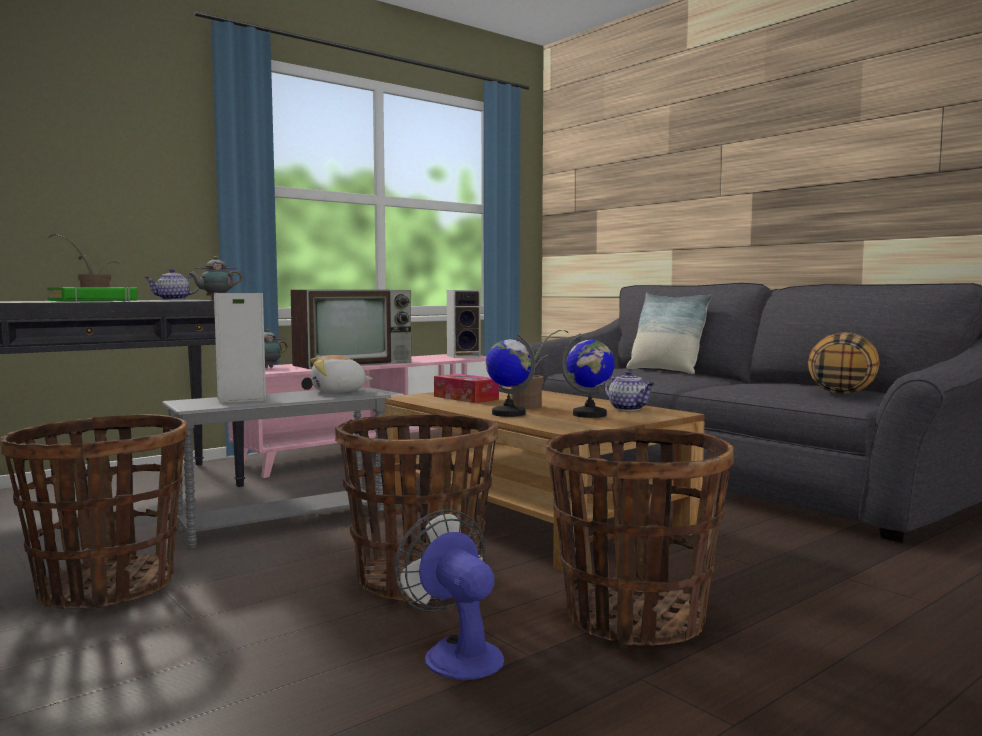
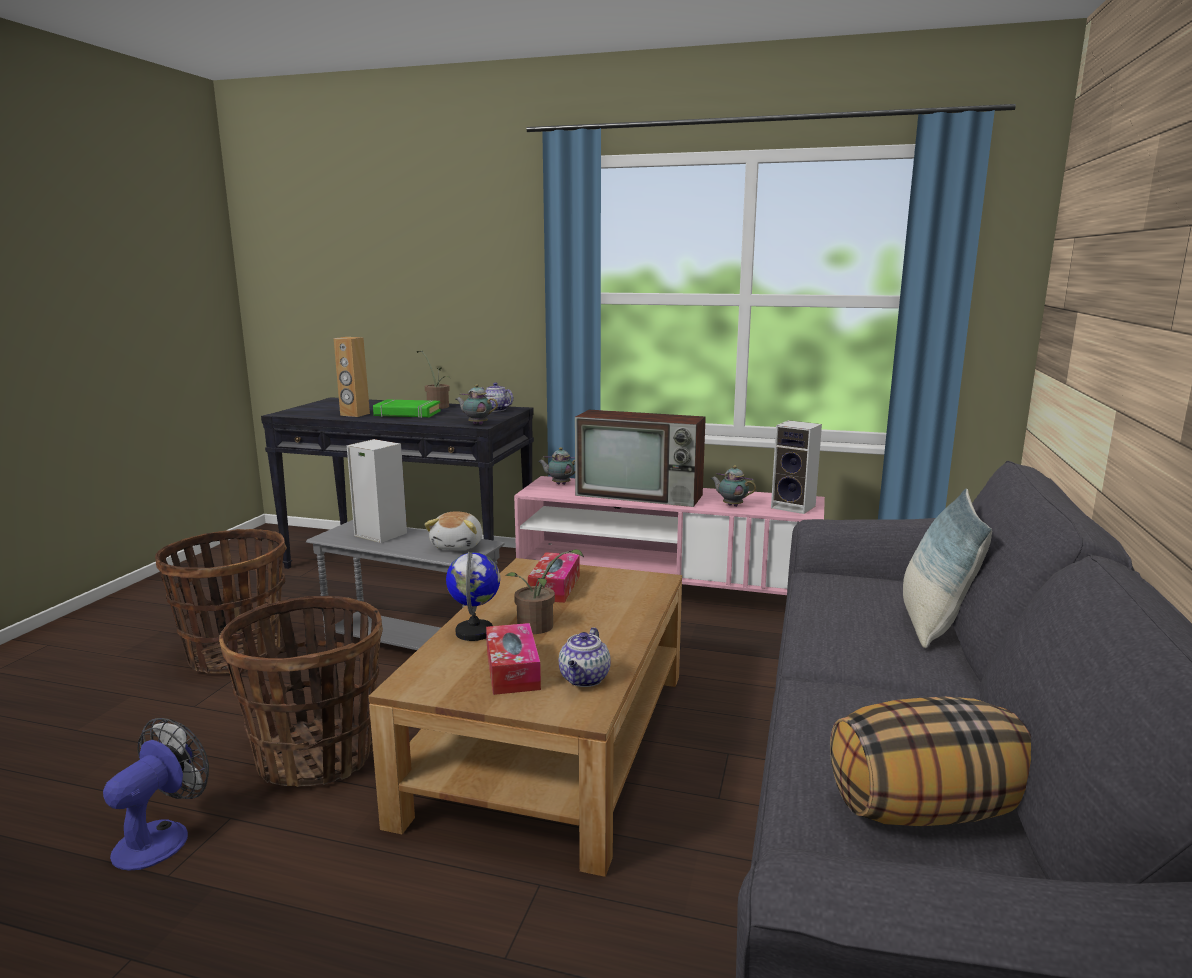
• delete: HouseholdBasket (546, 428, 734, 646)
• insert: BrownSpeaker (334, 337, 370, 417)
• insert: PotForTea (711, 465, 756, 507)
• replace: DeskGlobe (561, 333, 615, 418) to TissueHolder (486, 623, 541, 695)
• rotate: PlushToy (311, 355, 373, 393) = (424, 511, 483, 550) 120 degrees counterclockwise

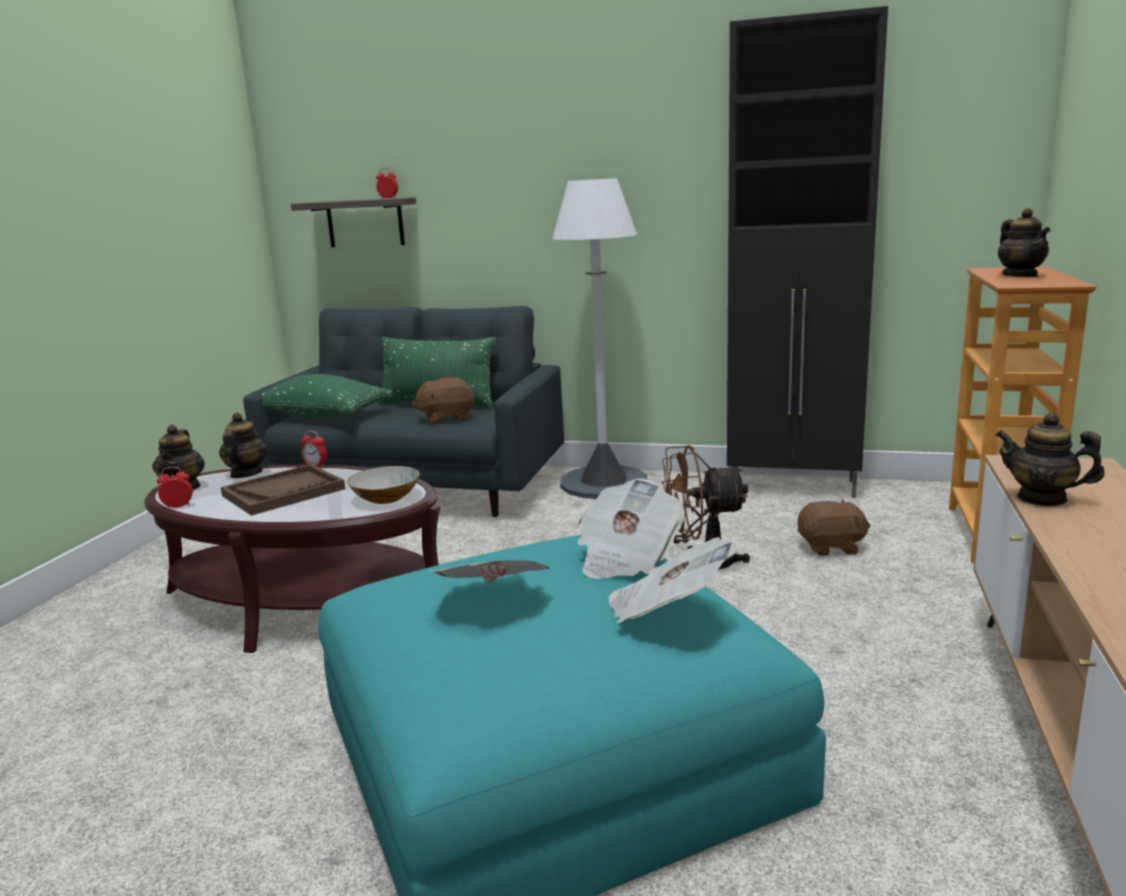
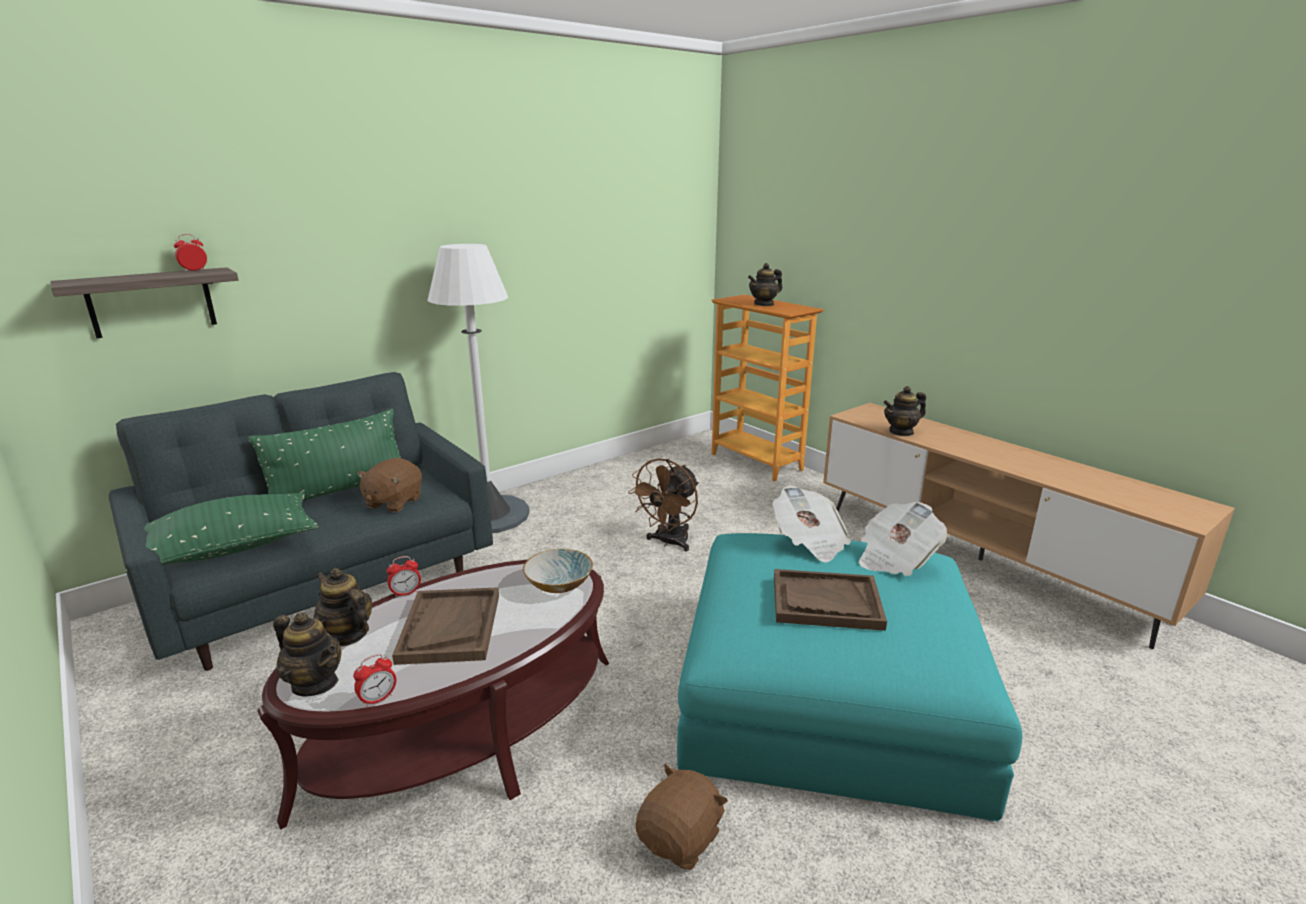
• delete: BlackColouredCupboard (727, 6, 888, 498)
• move: BrownPlushToy (797, 499, 871, 556) to (636, 764, 728, 870)
• replace: PrintedPaper (431, 560, 550, 582) to BrownTray (774, 569, 887, 631)
• rotate: TableClock (157, 467, 193, 509) = (353, 654, 396, 707) 150 degrees counterclockwise
• rotate: PotForTea (998, 208, 1051, 277) = (748, 263, 782, 306) 120 degrees clockwise

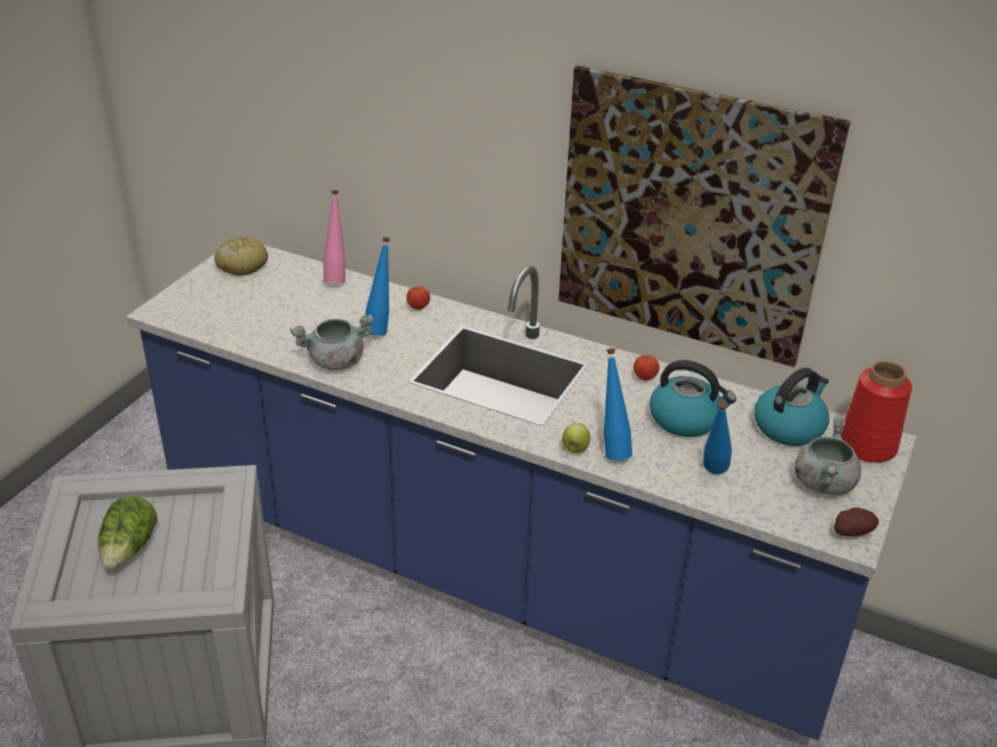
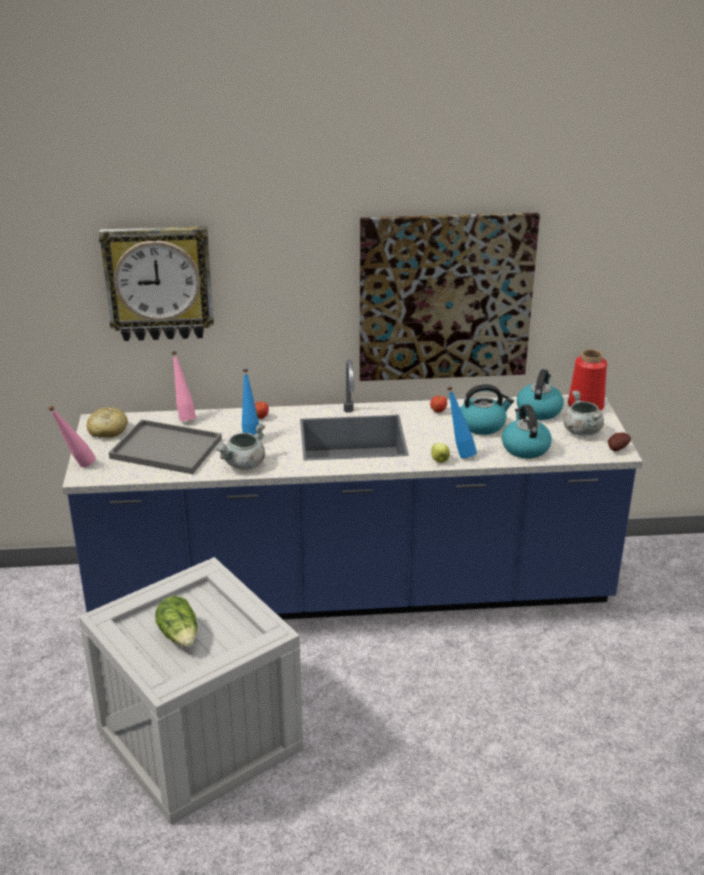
• insert: PinkishBottle (48, 406, 96, 467)
• insert: HangingClock (99, 226, 214, 341)
• insert: GreyTray (109, 419, 222, 474)
• replace: BluishBottle (703, 401, 732, 474) to WaterKettle (502, 404, 552, 459)

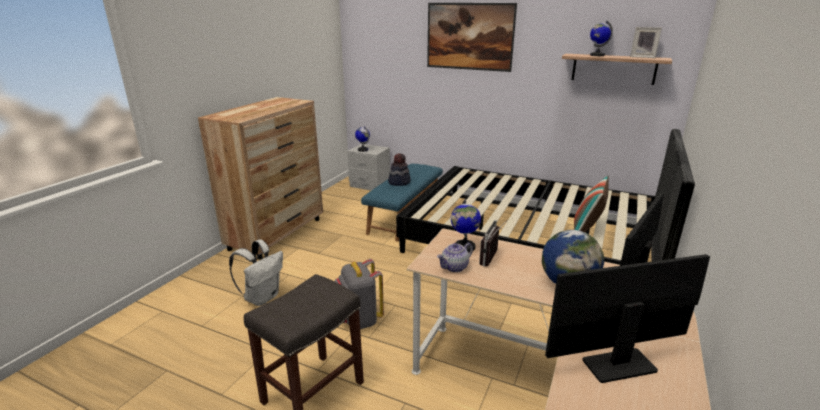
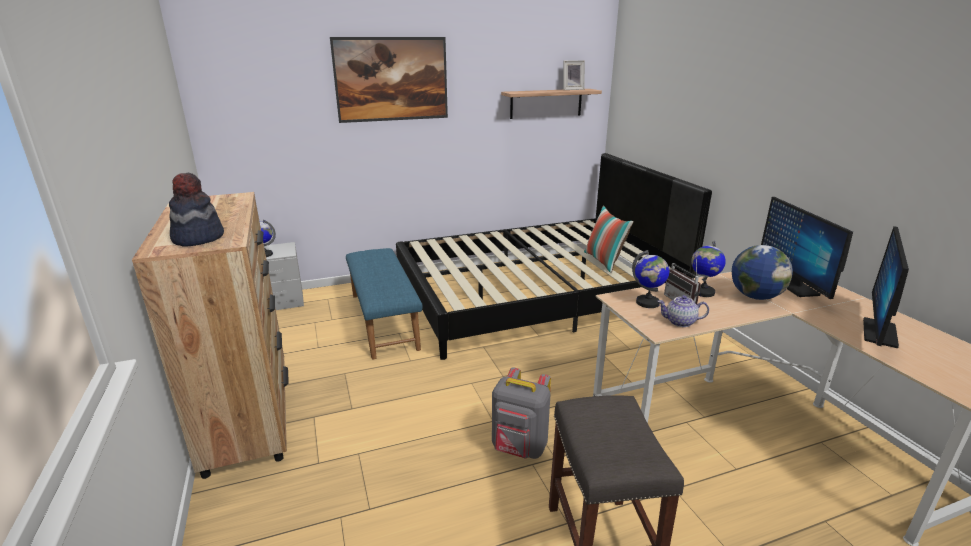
• delete: WhitishBackpack (229, 239, 283, 306)
• move: ClothingHat (388, 154, 411, 186) to (169, 173, 224, 247)
• move: DeskGlobe (590, 21, 613, 56) to (691, 241, 726, 297)
• rotate: PotForTea (437, 243, 473, 272) = (657, 295, 709, 327) 90 degrees clockwise

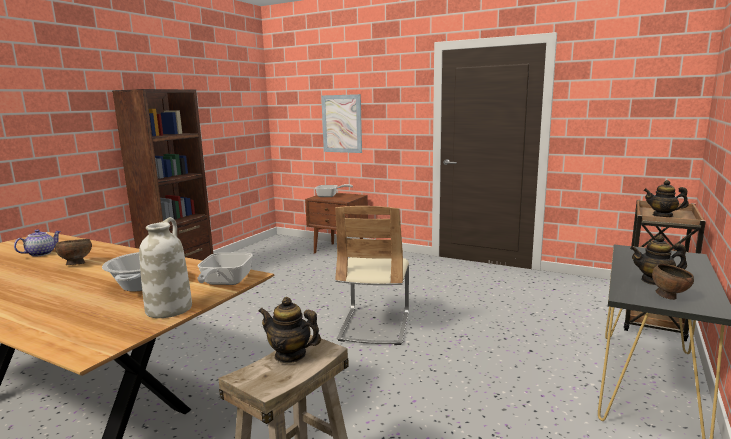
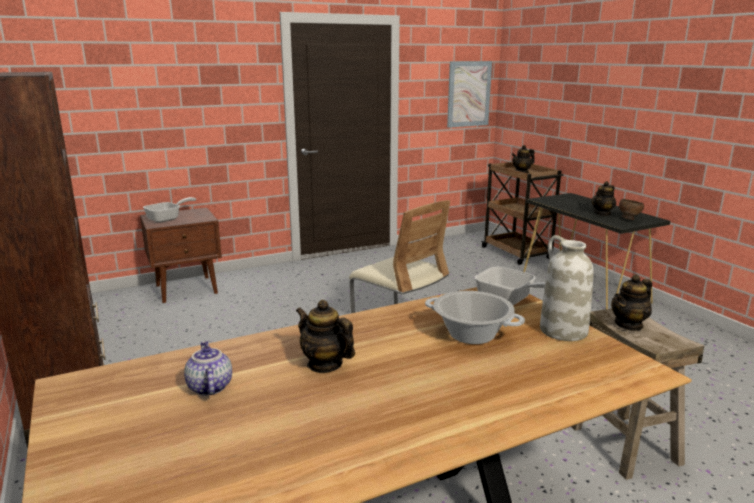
• move: Picture (321, 94, 362, 153) to (447, 61, 492, 128)
• replace: BrownBowl (55, 239, 92, 265) to PotForTea (296, 300, 355, 373)

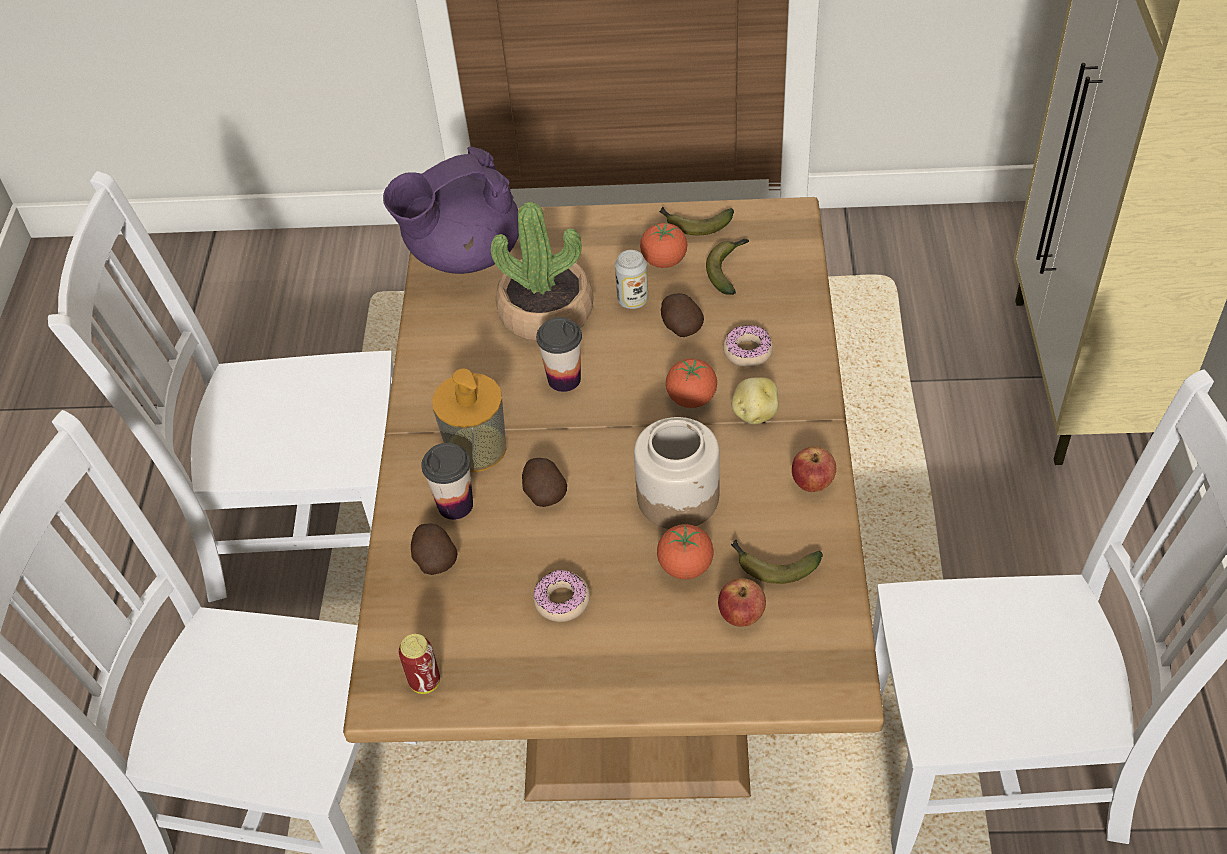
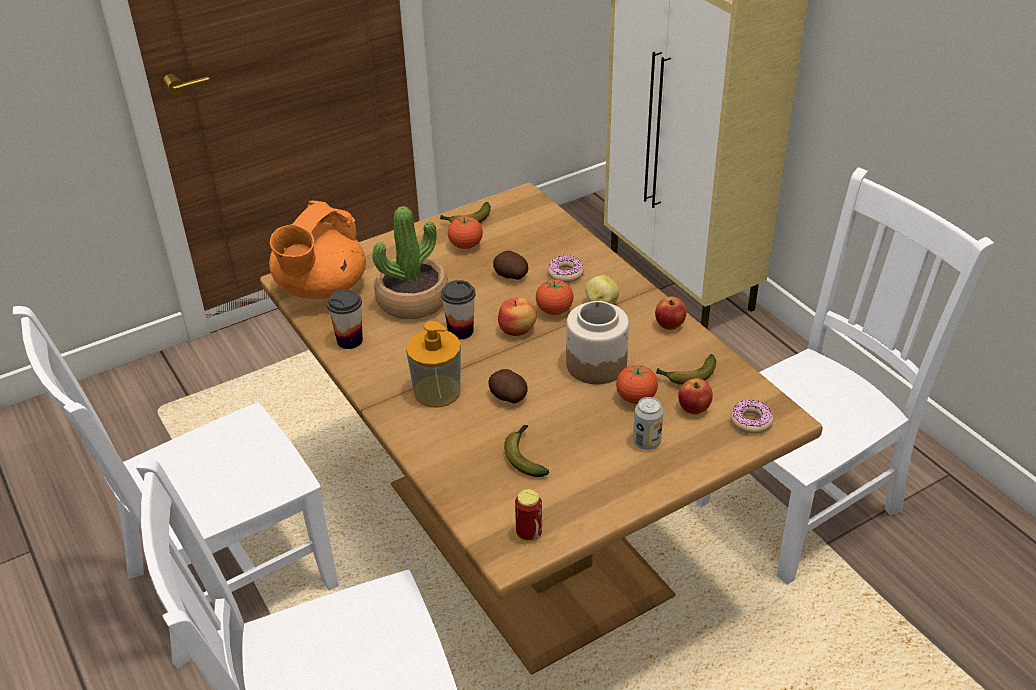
• delete: Spud (411, 523, 457, 575)
• insert: WholeApple (498, 297, 537, 336)
• move: SmallCup (421, 443, 473, 520) to (327, 289, 363, 349)
• move: Doughnut (533, 570, 590, 622) to (730, 400, 774, 434)
• move: MetalCan (615, 250, 648, 309) to (633, 397, 664, 450)
• move: BananaFruit (706, 239, 749, 295) to (504, 425, 549, 477)
• recolor: PurpleColouredPotForTea (383, 147, 519, 274) to OrangeColouredPotForTea (269, 200, 366, 299)

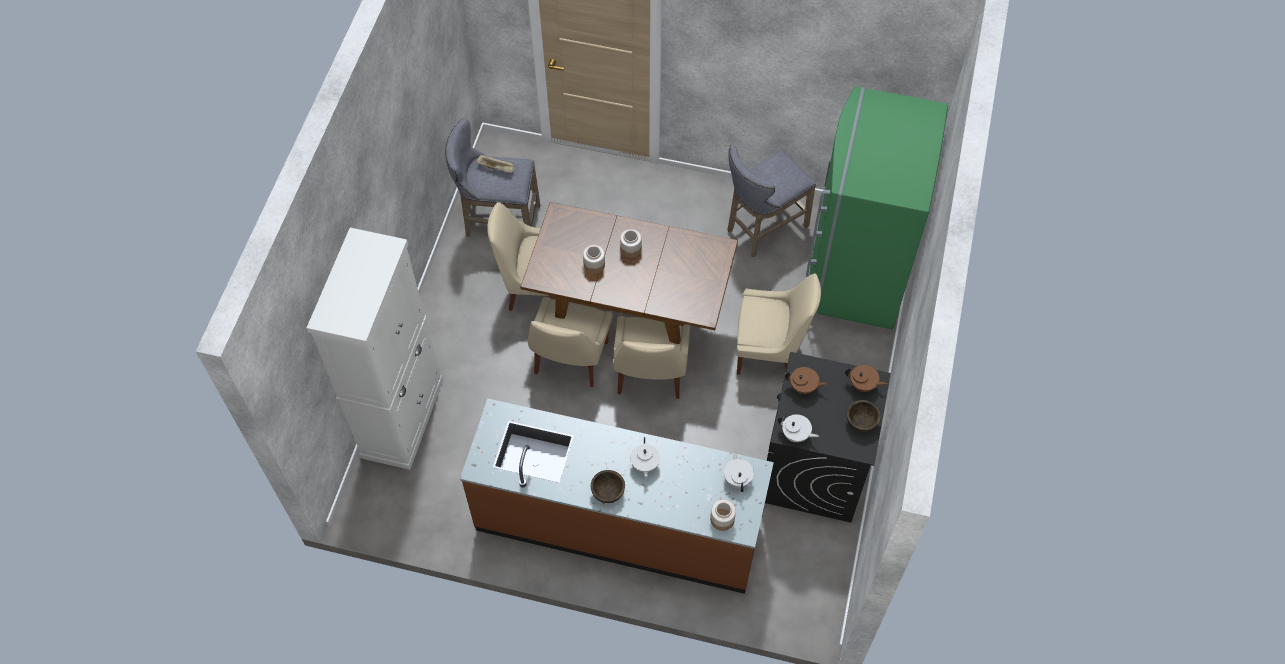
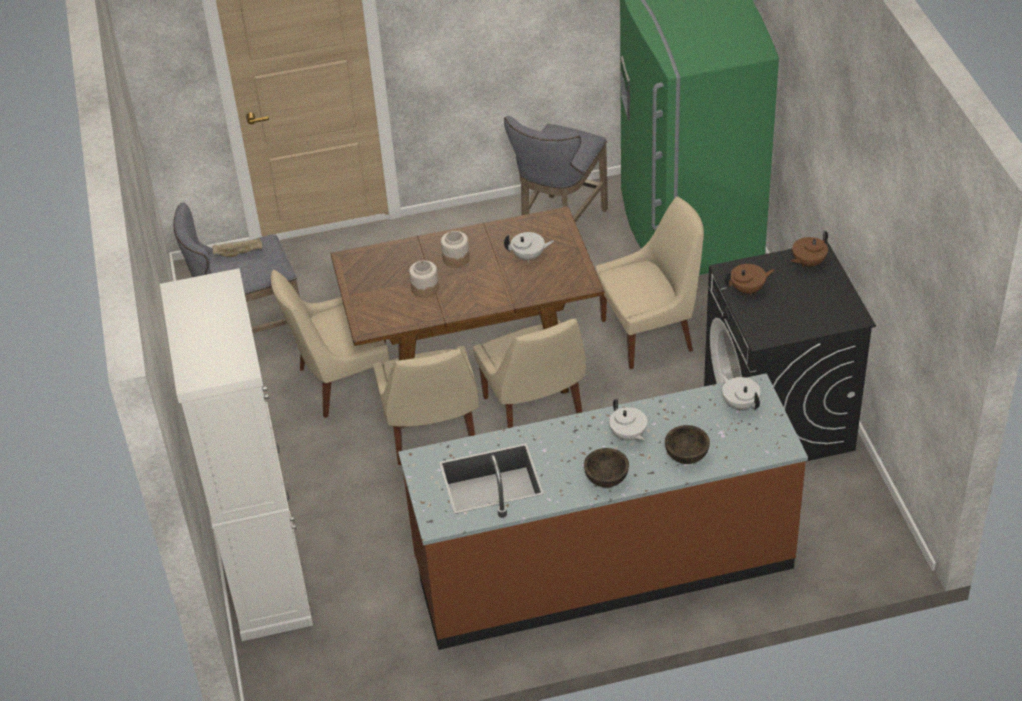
• delete: PreserveJar (710, 500, 736, 531)
• move: WhitishPotForTea (778, 414, 819, 442) to (504, 232, 554, 262)
• move: BrownBowl (847, 400, 881, 432) to (665, 425, 710, 464)
• rotate: BrownPotForTea (845, 365, 887, 392) = (791, 230, 828, 267) 150 degrees clockwise

